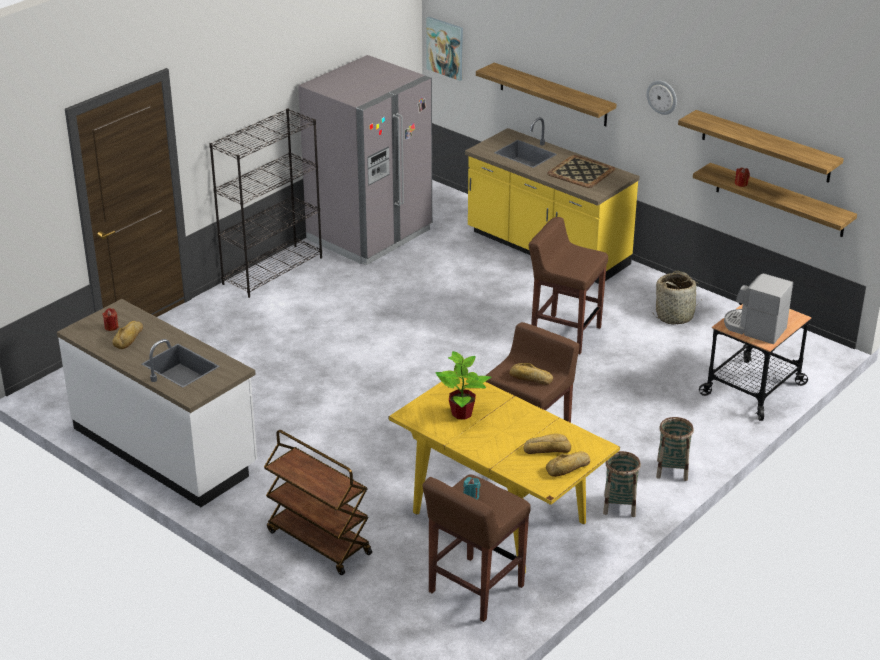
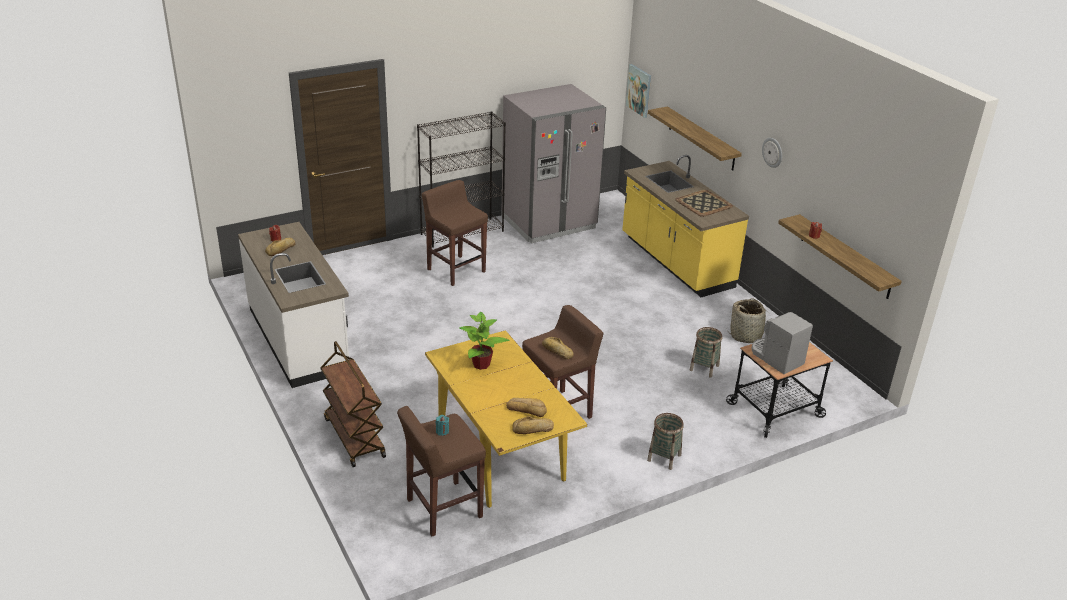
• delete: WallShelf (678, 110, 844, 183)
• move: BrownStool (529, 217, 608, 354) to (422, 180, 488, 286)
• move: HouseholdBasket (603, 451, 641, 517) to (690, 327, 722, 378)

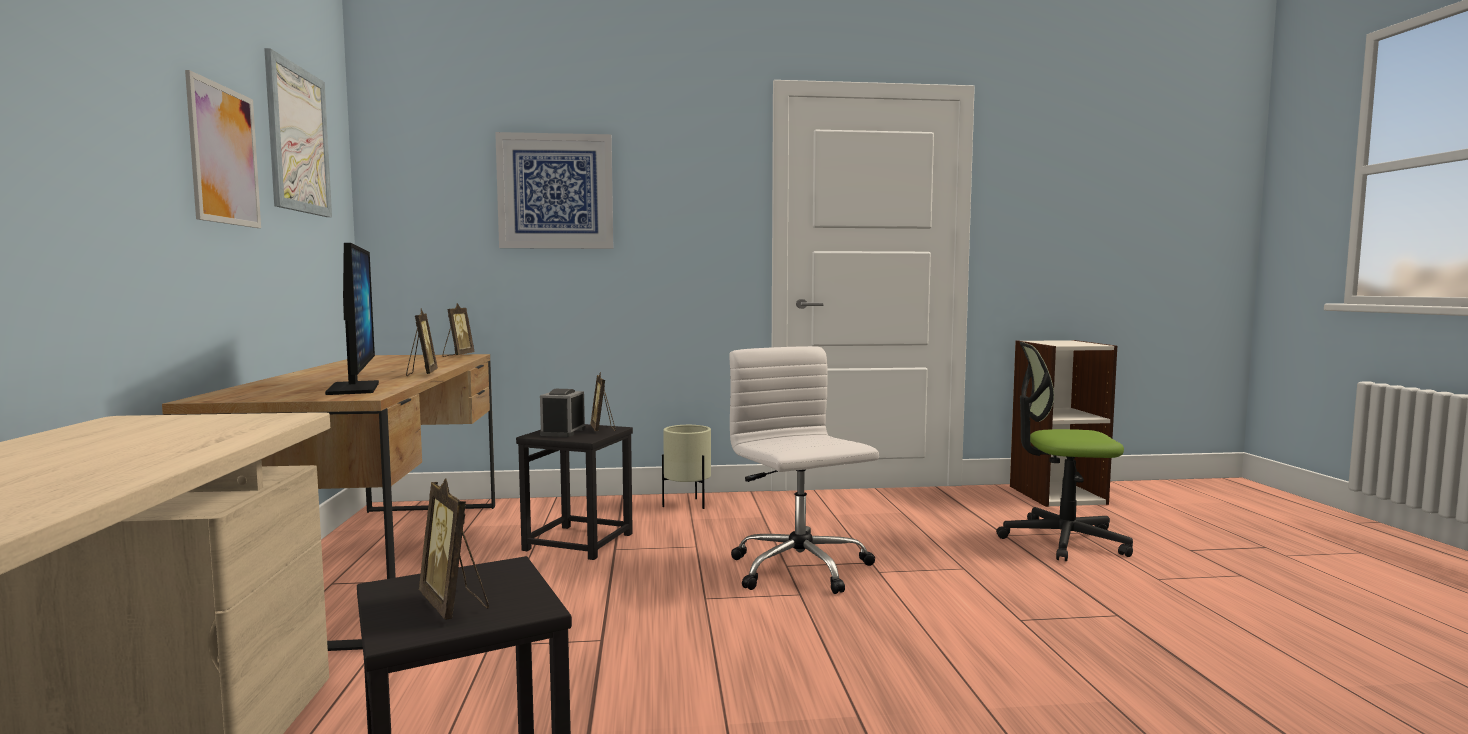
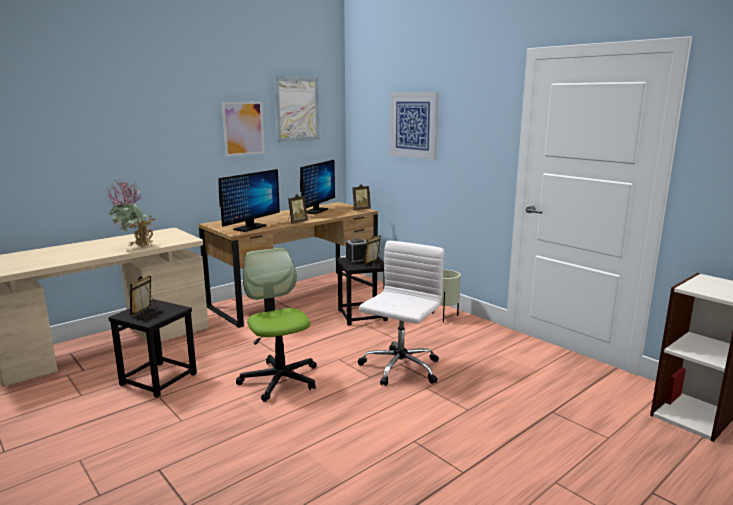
• insert: Houseplant (107, 180, 155, 247)
• insert: ComputerScreen (300, 160, 335, 214)
• move: OfficeChair (996, 342, 1133, 561) to (236, 248, 317, 402)

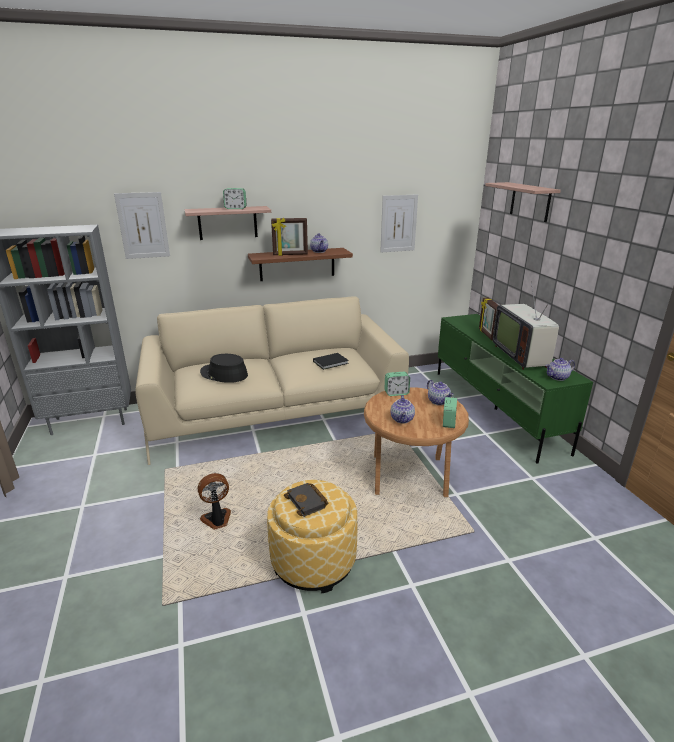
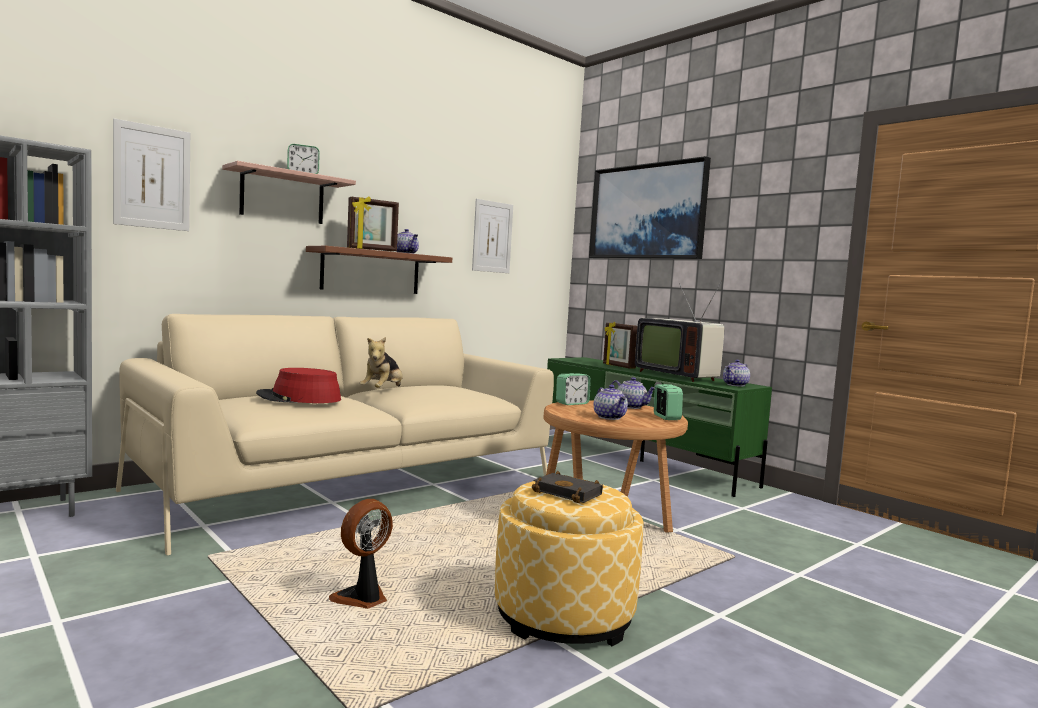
• delete: BlackColouredBook (313, 353, 349, 370)
• insert: PlushToy (359, 337, 403, 388)
• replace: WallShelf (485, 182, 561, 222) to Picture (589, 156, 711, 259)
• recolor: BlackColouredClothingHat (200, 354, 248, 383) to ReddishClothingHat (256, 368, 341, 403)

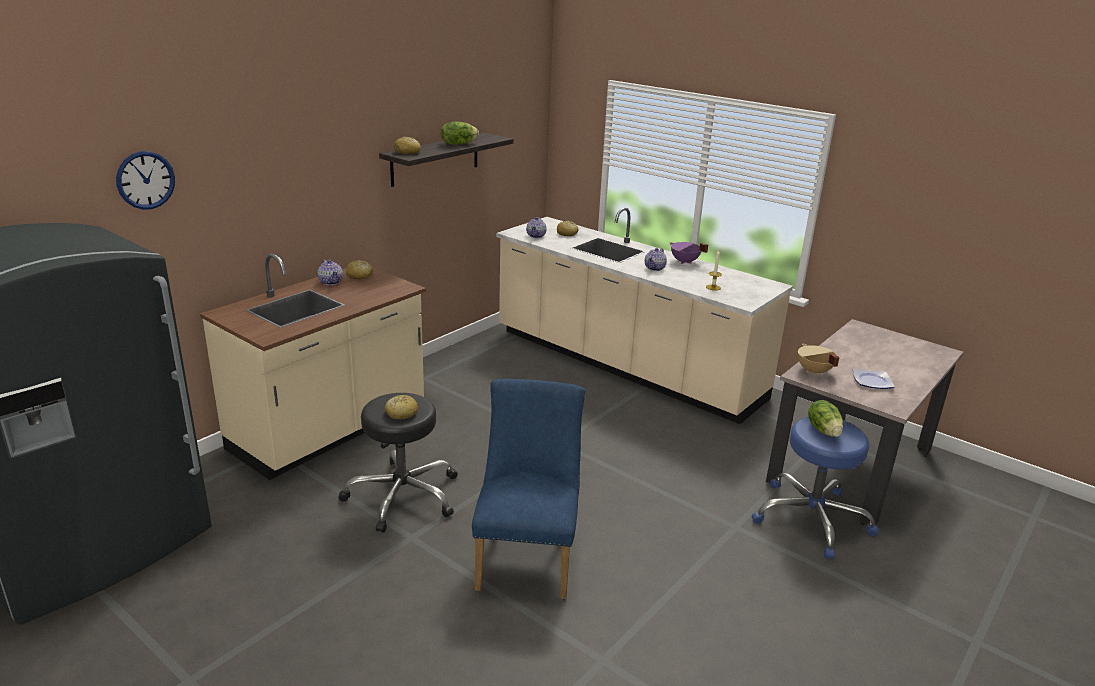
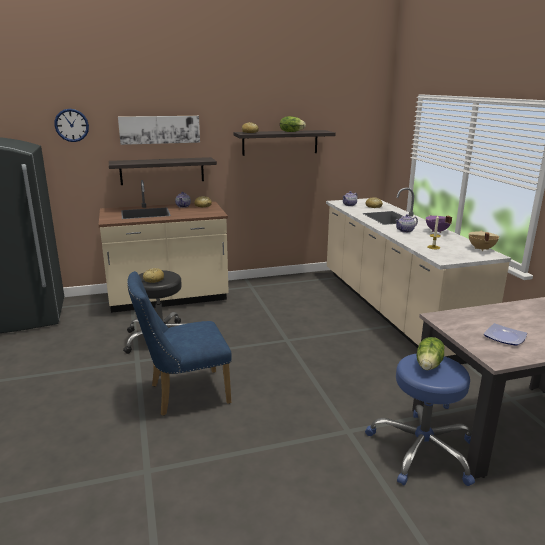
• insert: WallShelf (109, 157, 217, 185)
• insert: Picture (118, 116, 200, 145)
• move: BeigeColouredStockpot (798, 344, 840, 376) to (469, 231, 499, 251)
• rotate: BluishUprightChair (472, 379, 585, 599) = (127, 271, 232, 416) 150 degrees counterclockwise

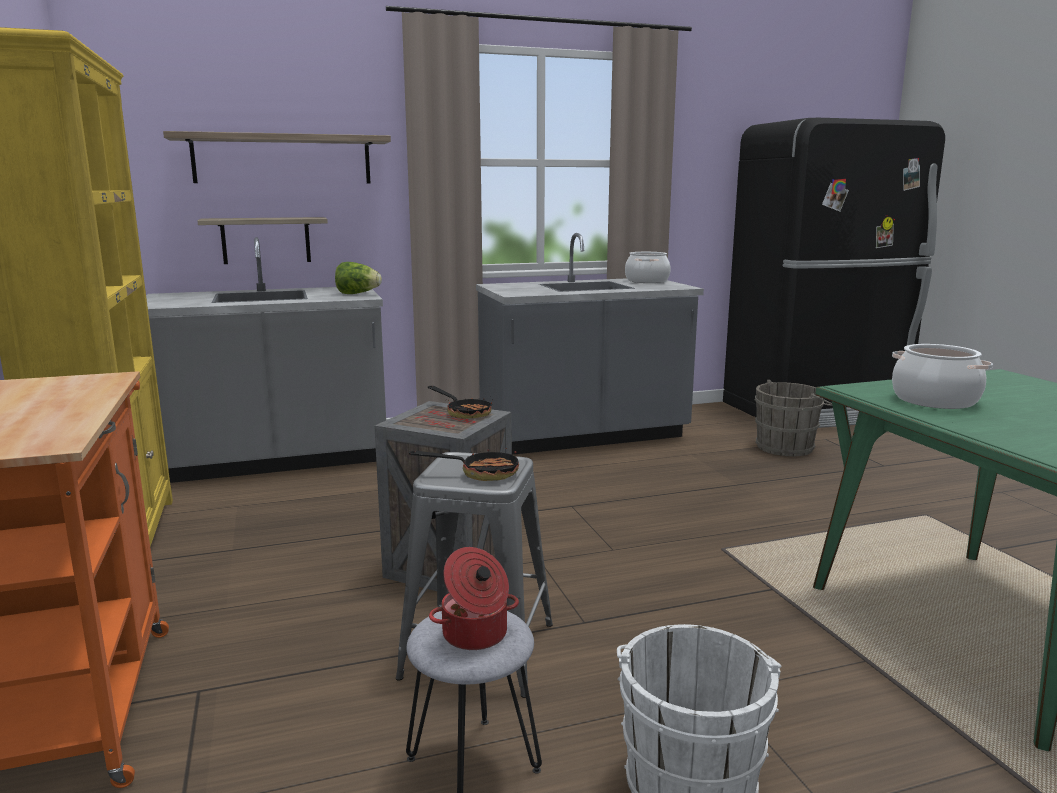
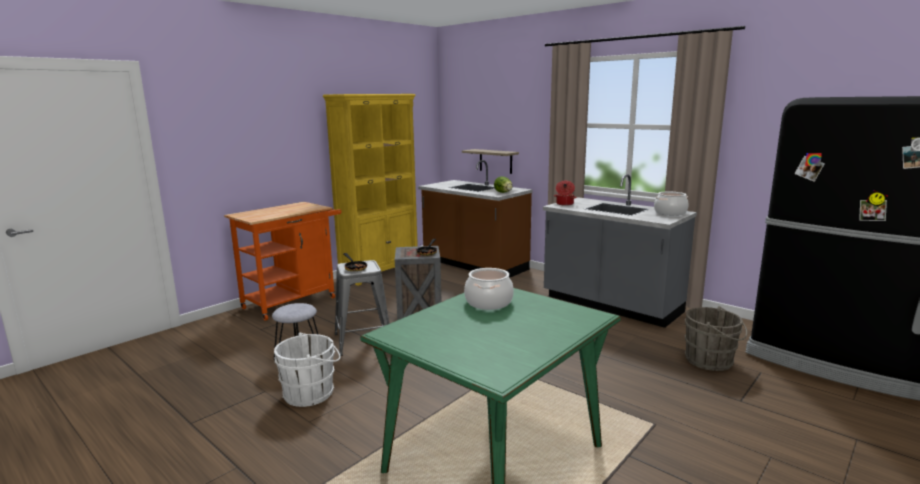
• delete: WallShelf (163, 131, 391, 184)
• move: Stockpot (429, 547, 519, 650) to (554, 181, 577, 206)
• recolor: GreyKitchenBaseUnit (146, 237, 386, 483) to BrownKitchenBaseUnit (418, 160, 532, 278)

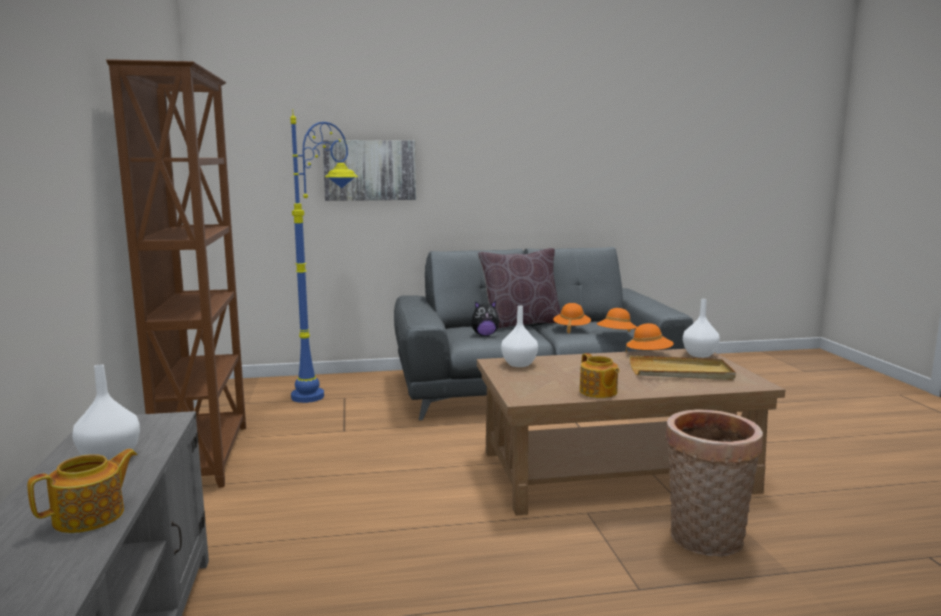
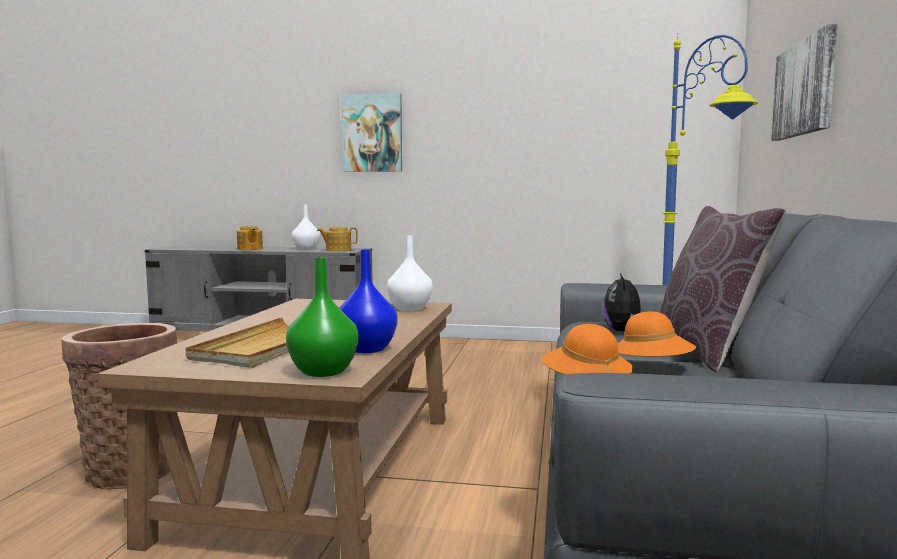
• delete: BrownShelvingUnit (106, 59, 246, 488)
• insert: Picture (341, 93, 402, 172)
• move: PotForTea (580, 353, 619, 398) to (317, 227, 358, 252)
• replace: OrangeColouredClothingHat (626, 323, 674, 352) to BluishFlowerVase (339, 249, 397, 353)
• recolor: WhitishFlowerVase (683, 299, 720, 358) to GreenFlowerVase (286, 257, 358, 377)

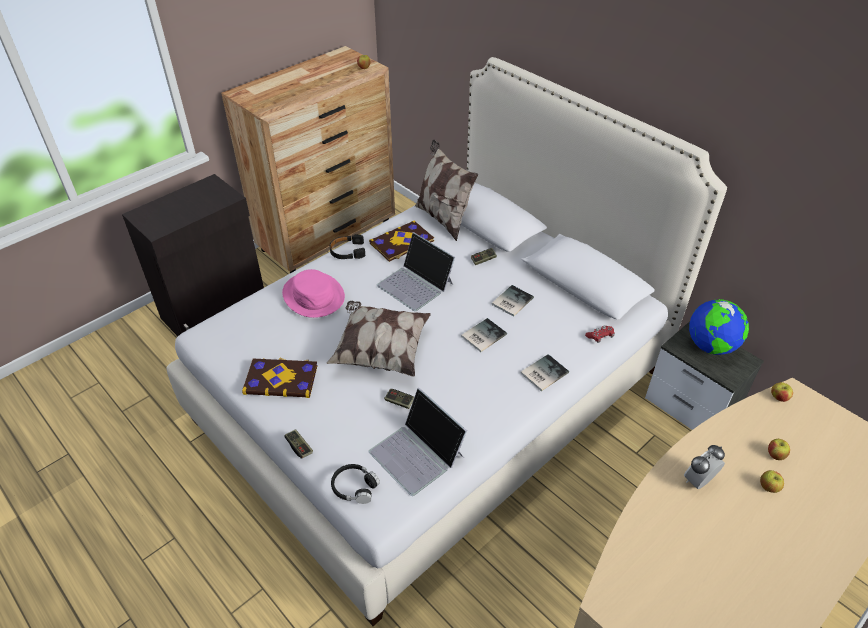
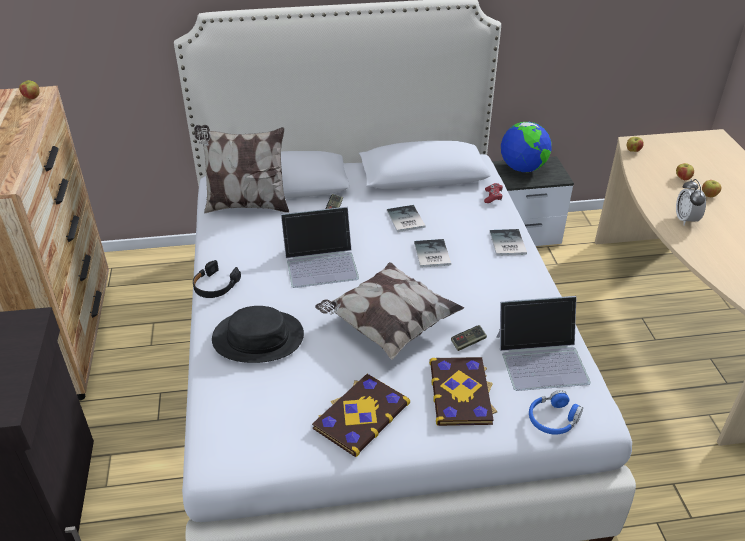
• delete: GameController (284, 429, 313, 459)
• move: Book (369, 221, 434, 262) to (429, 357, 498, 426)
• recolor: PinkishClothingHat (282, 269, 345, 318) to BlackColouredClothingHat (212, 306, 304, 363)
• recolor: BlackColouredHeadphones (331, 464, 380, 504) to BluishHeadphones (529, 390, 583, 435)

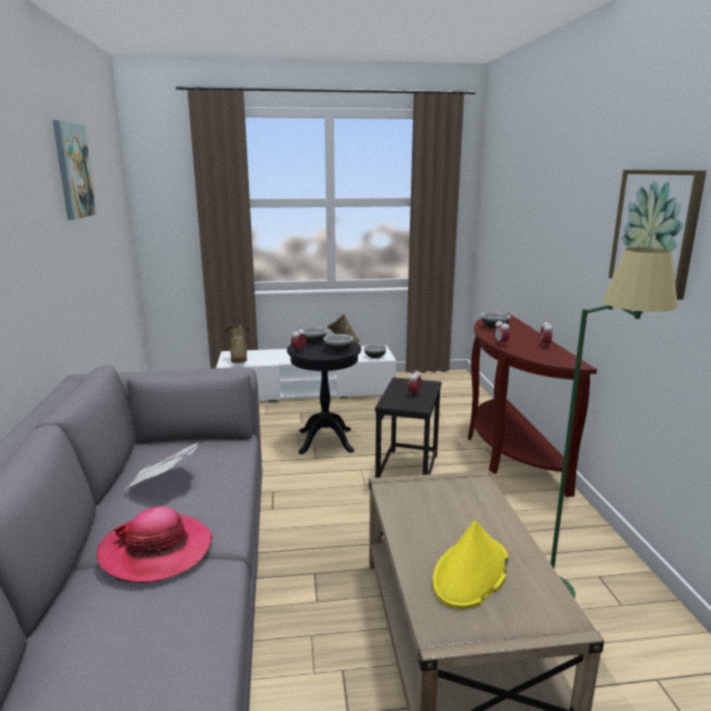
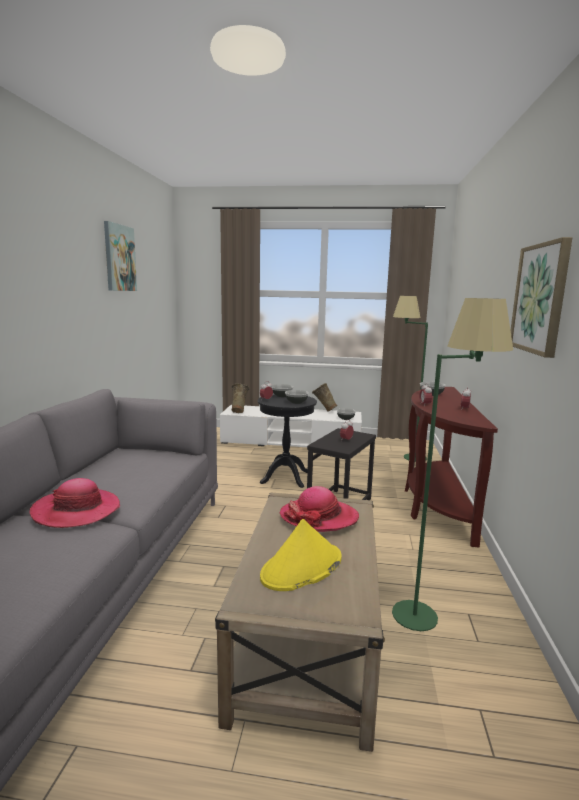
• delete: PrintedPaper (125, 442, 199, 489)
• insert: ClothingHat (280, 486, 359, 532)
• insert: GreenFloorLamp (393, 296, 428, 462)

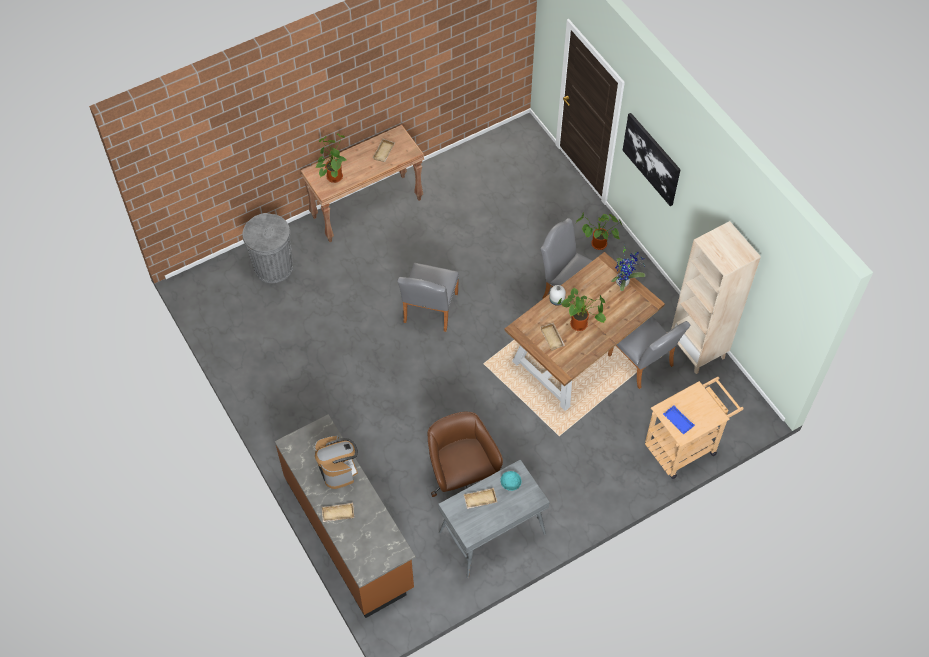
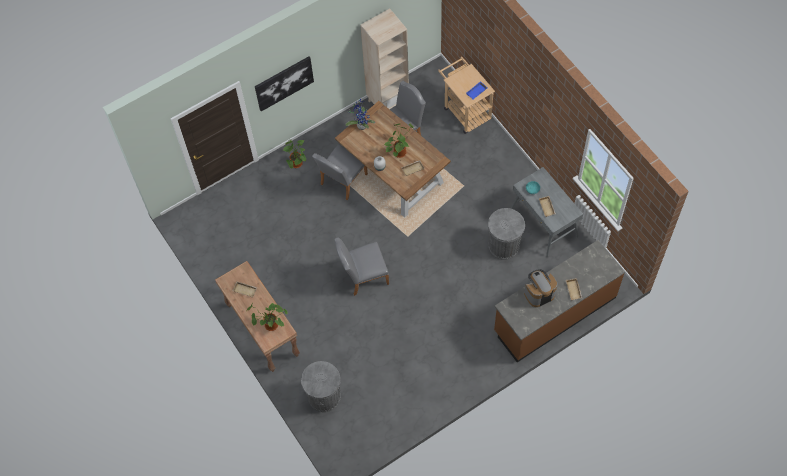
• replace: BrownOfficeChair (428, 412, 503, 497) to GreyRubbishBin (488, 208, 525, 260)
• rotate: GreyUprightChair (397, 263, 459, 332) = (335, 237, 389, 296) 150 degrees clockwise

